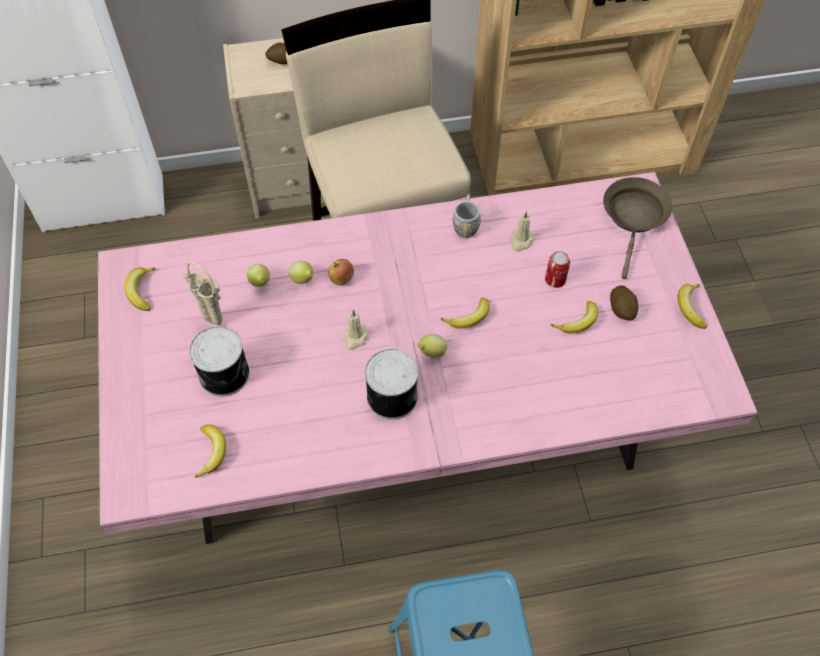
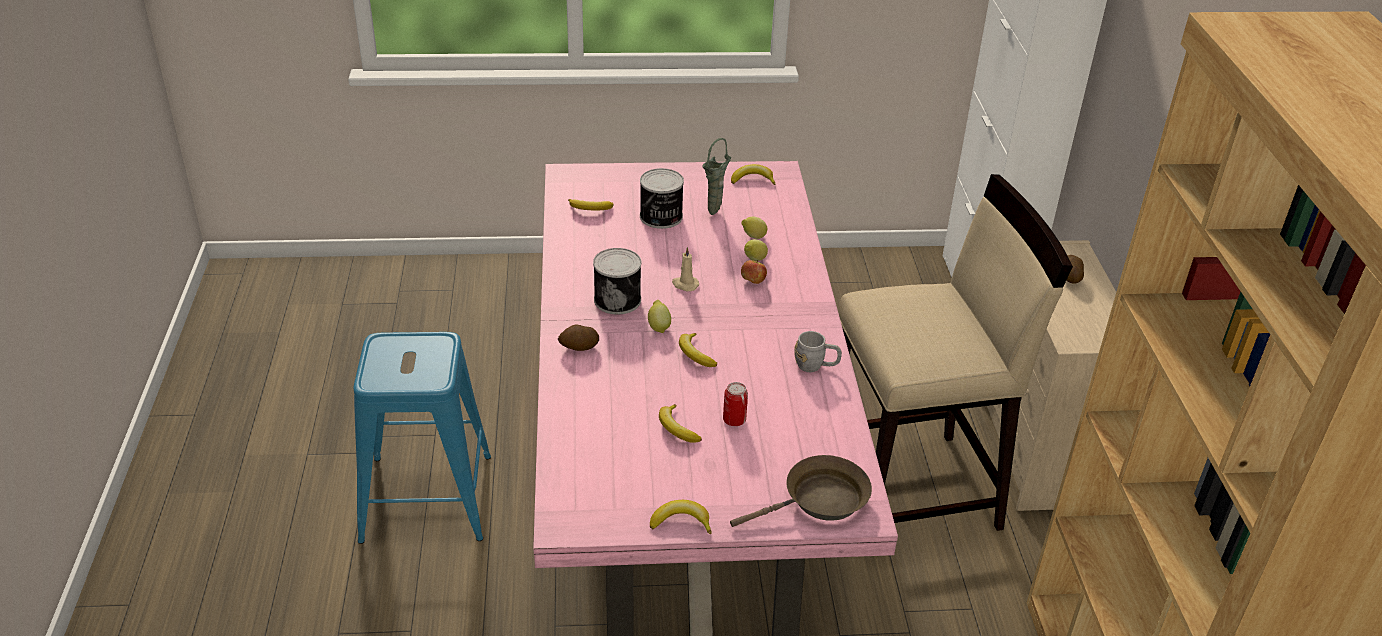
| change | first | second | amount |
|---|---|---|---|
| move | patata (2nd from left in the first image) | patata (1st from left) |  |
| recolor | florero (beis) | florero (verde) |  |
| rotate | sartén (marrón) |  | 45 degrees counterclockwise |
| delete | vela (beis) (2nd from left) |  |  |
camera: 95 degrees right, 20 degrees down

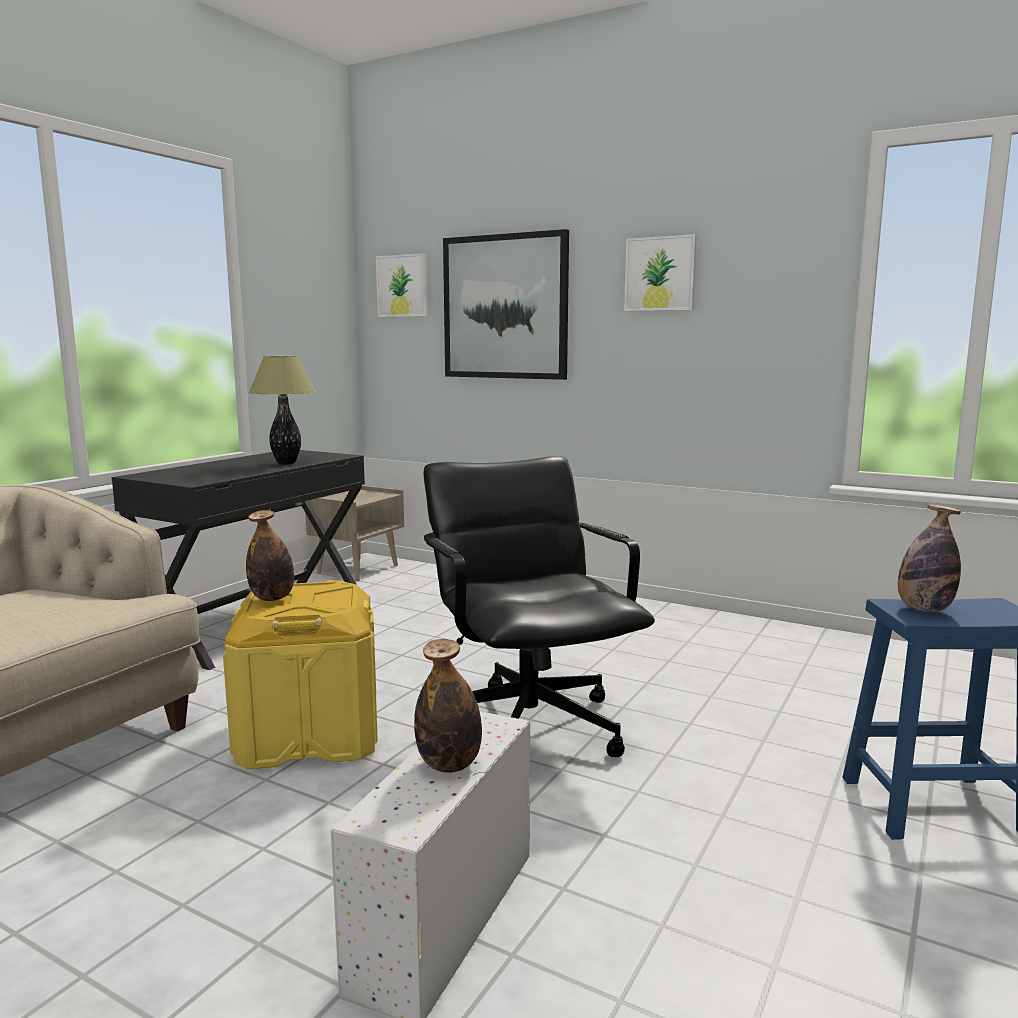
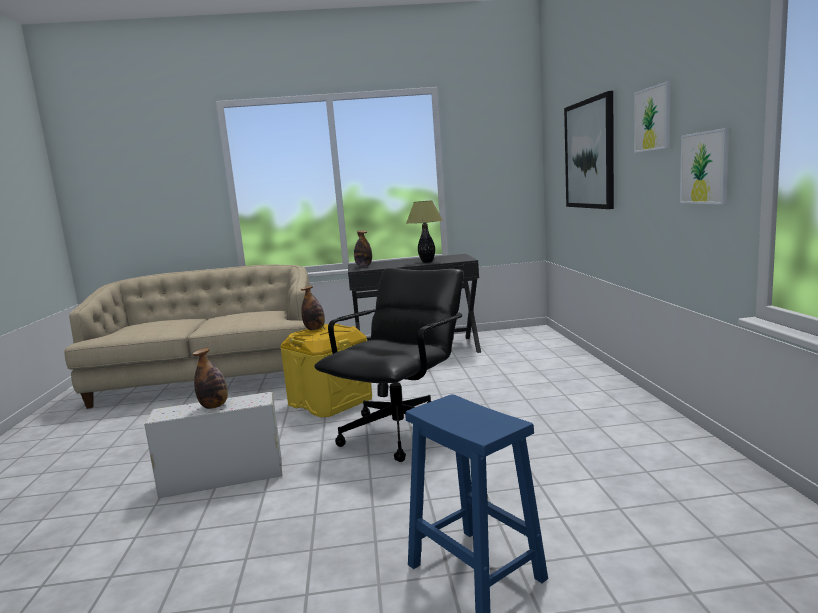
| change | first | second | amount |
|---|---|---|---|
| move | botella (3rd from left) |  |  |
| move | cuadro (1st from left in the first image) | cuadro (3rd from left) |  |
| delete | mesita de noche (beis) |  |  |
camera: 55 degrees right, 0 degrees up

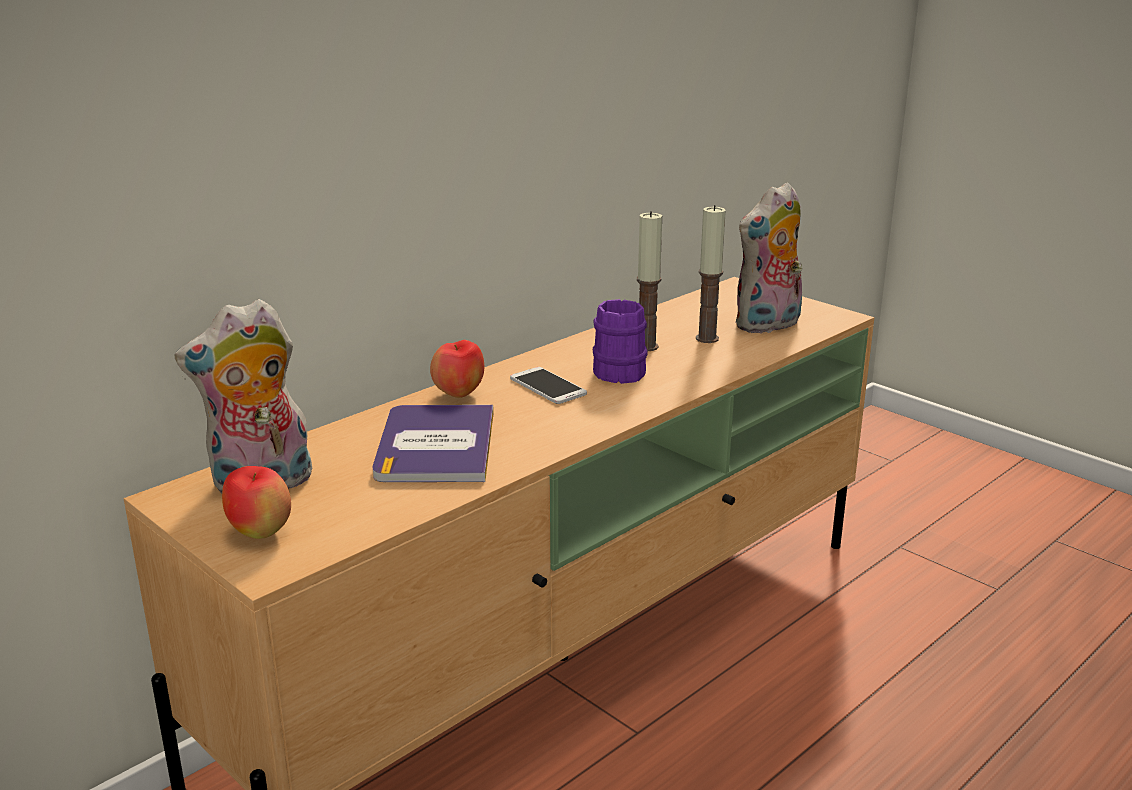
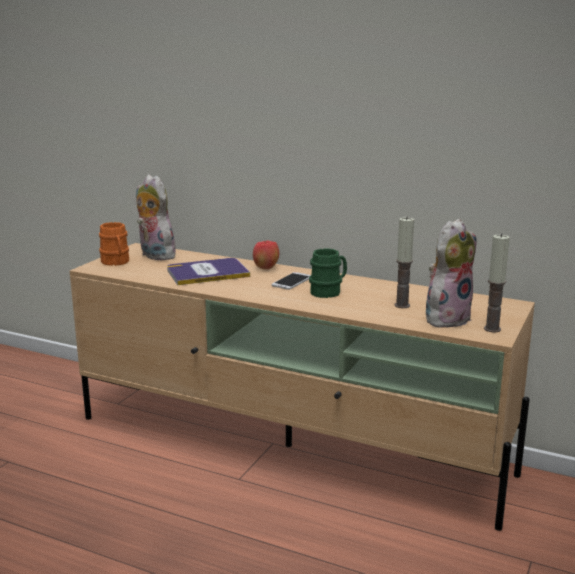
| change | first | second | amount |
|---|---|---|---|
| replace | manzana (1st from left) | taza grande (naranja) |  |
| recolor | taza grande (morado) | taza grande (verde) |  |
| rotate | peluche (2nd from left) |  | 105 degrees clockwise |
| move | vela (1st from left in the first image) | vela (2nd from left) |  |
camera: 70 degrees right, 5 degrees down

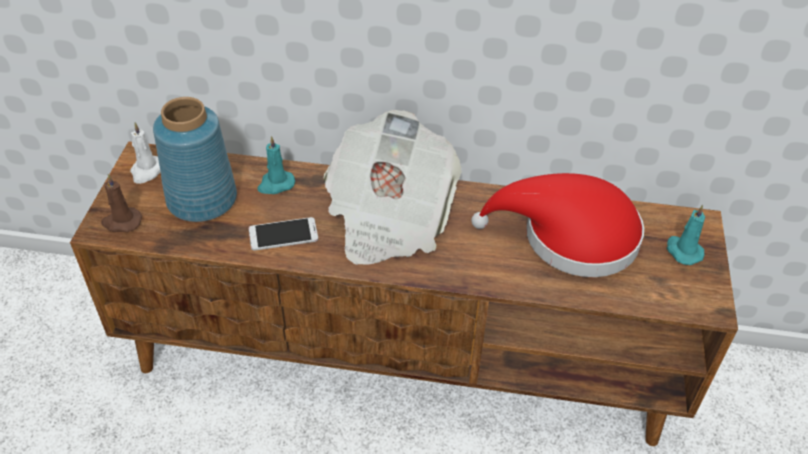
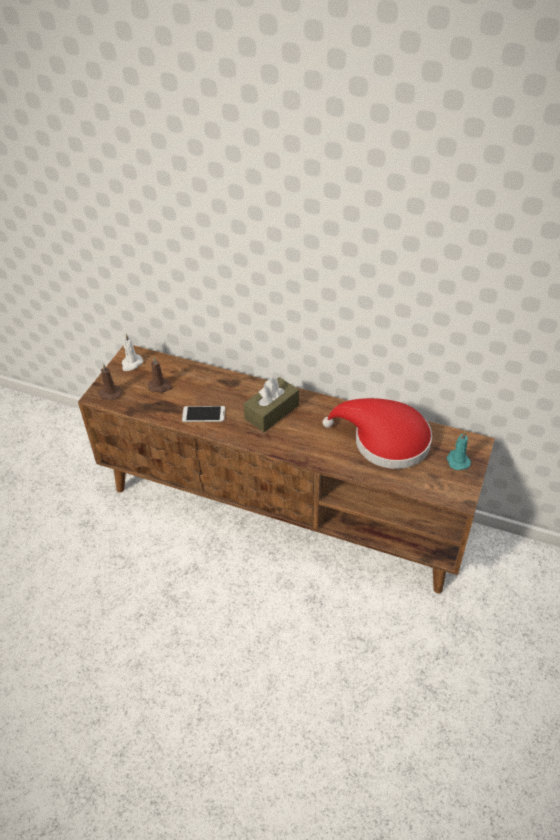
| change | first | second | amount |
|---|---|---|---|
| replace | florero (azul) | vela (marrón) (2nd from left) |  |
| replace | periódico | caja de pañuelos (marrón) |  |
| delete | vela (turquesa) (1st from left) |  |  |
camera: 15 degrees right, 0 degrees up

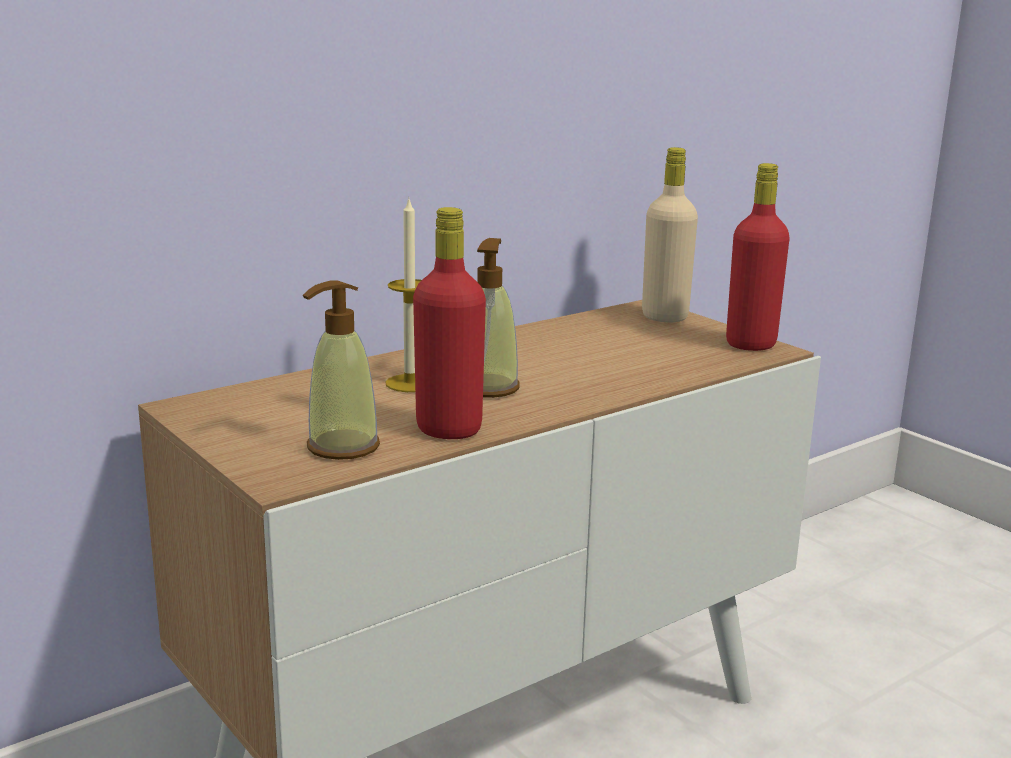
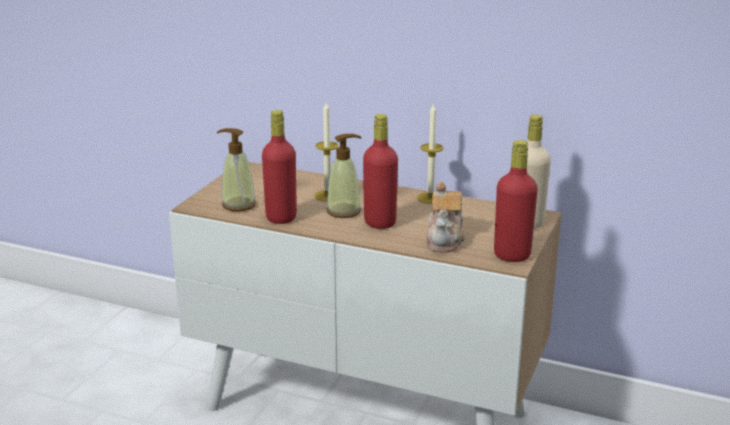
| change | first | second | amount |
|---|---|---|---|
| insert |  | botella (rojo) (2nd from left) |  |
| insert |  | vela (2nd from left) |  |
| insert |  | tetera |  |
camera: 60 degrees right, 5 degrees up

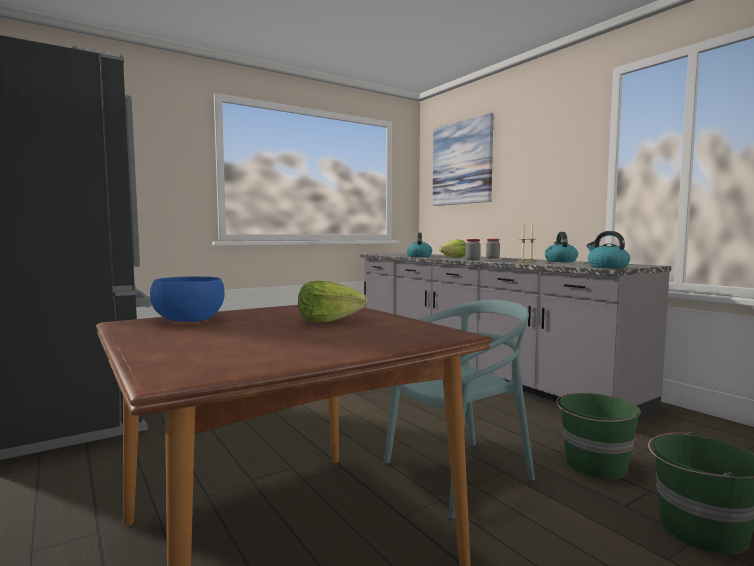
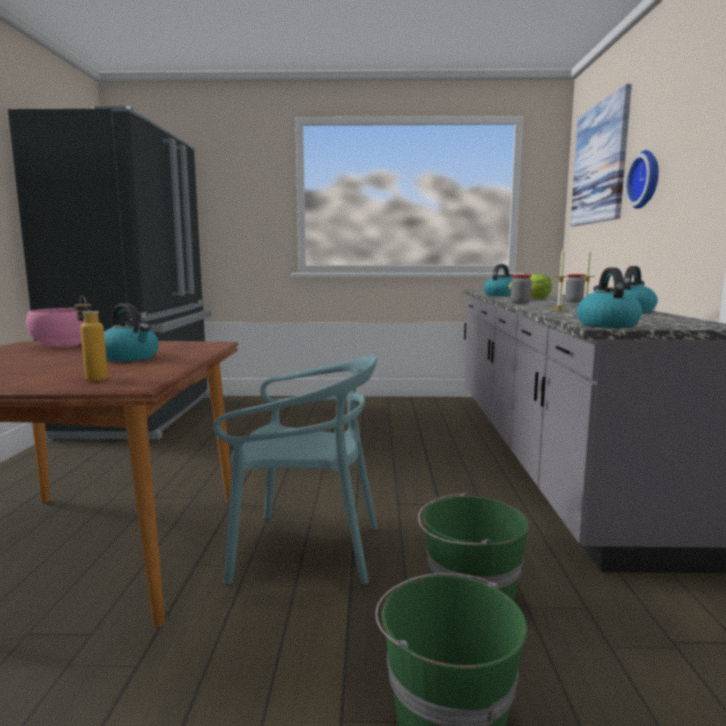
| change | first | second | amount |
|---|---|---|---|
| recolor | cuenco (azul) | cuenco (rosa) |  |
| insert |  | botella |  |
| replace | lechuga (1st from left) | hervidor (1st from left) |  |
| insert |  | reloj de pared |  |
camera: 35 degrees right, 5 degrees up

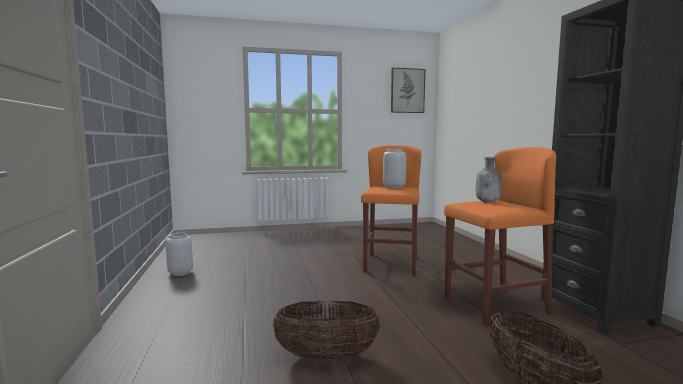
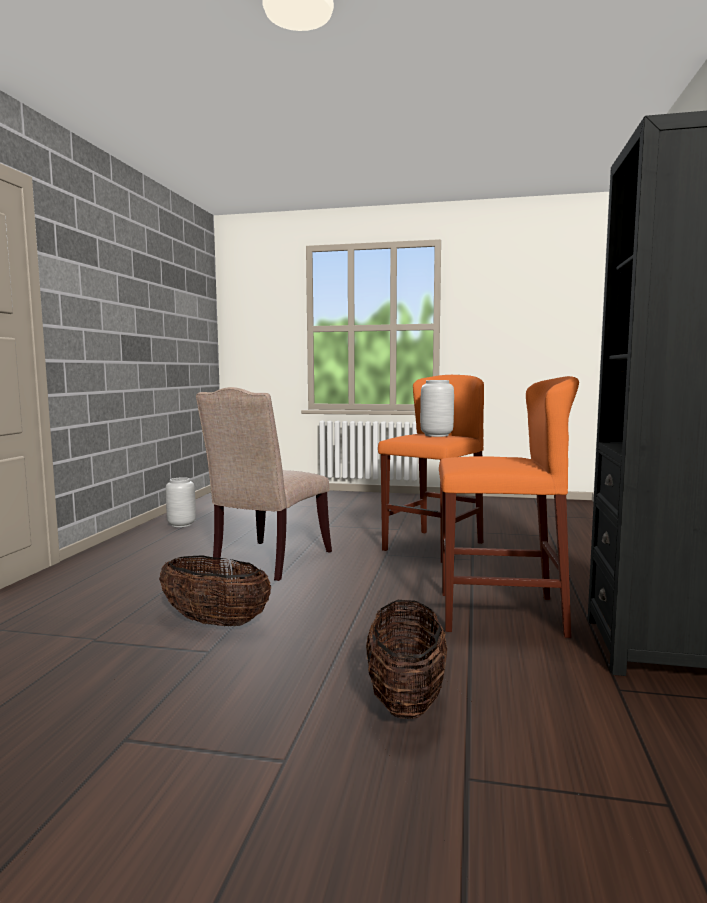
| change | first | second | amount |
|---|---|---|---|
| insert |  | silla (beis) |  |
| delete | cuadro |  |  |
| delete | botella (gris) |  |  |
camera: 25 degrees right, 0 degrees up

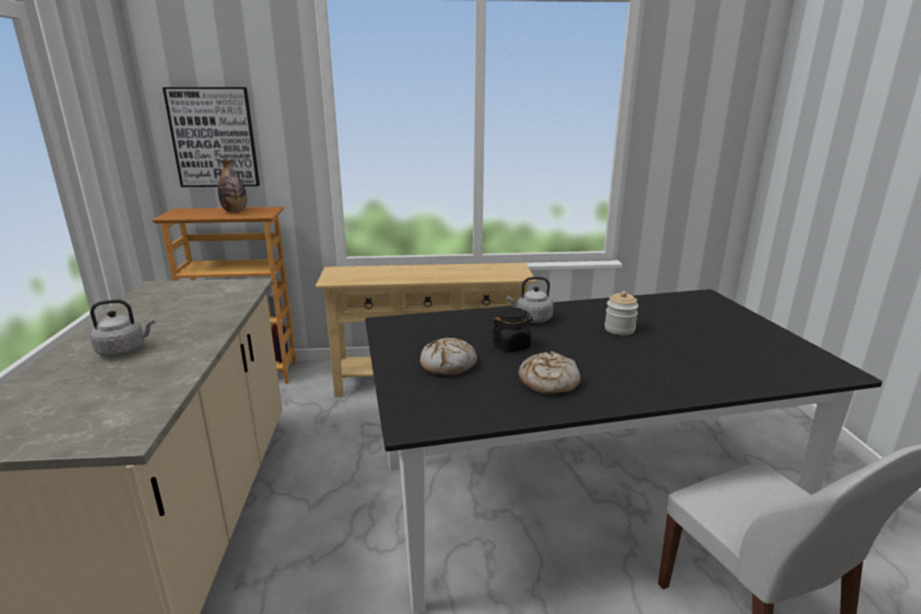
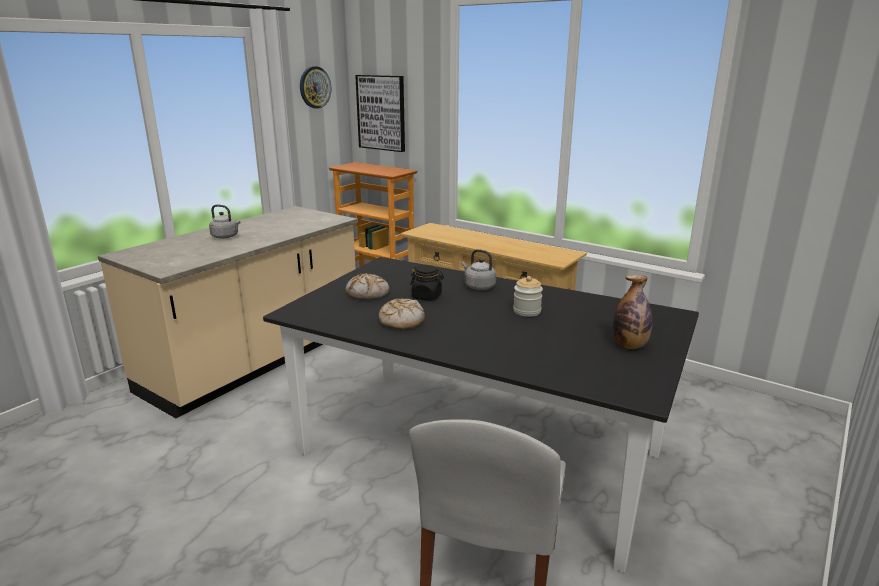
| change | first | second | amount |
|---|---|---|---|
| insert |  | reloj de pared |  |
| move | botella |  |  |
camera: 40 degrees right, 0 degrees up

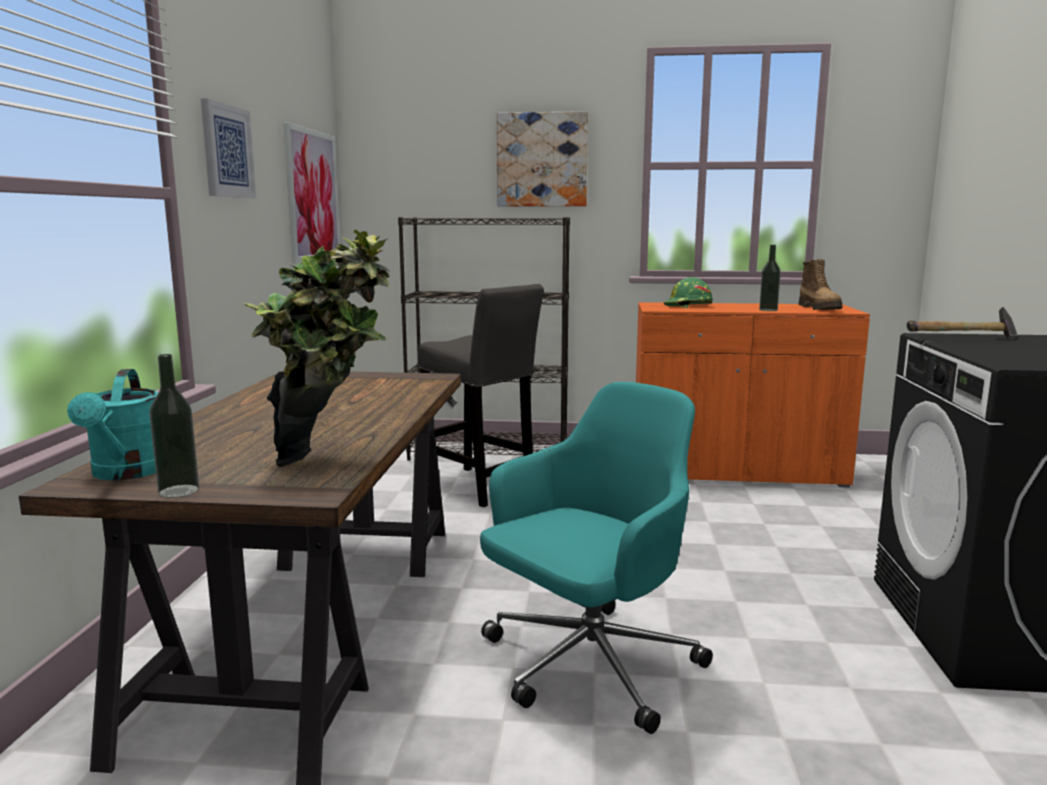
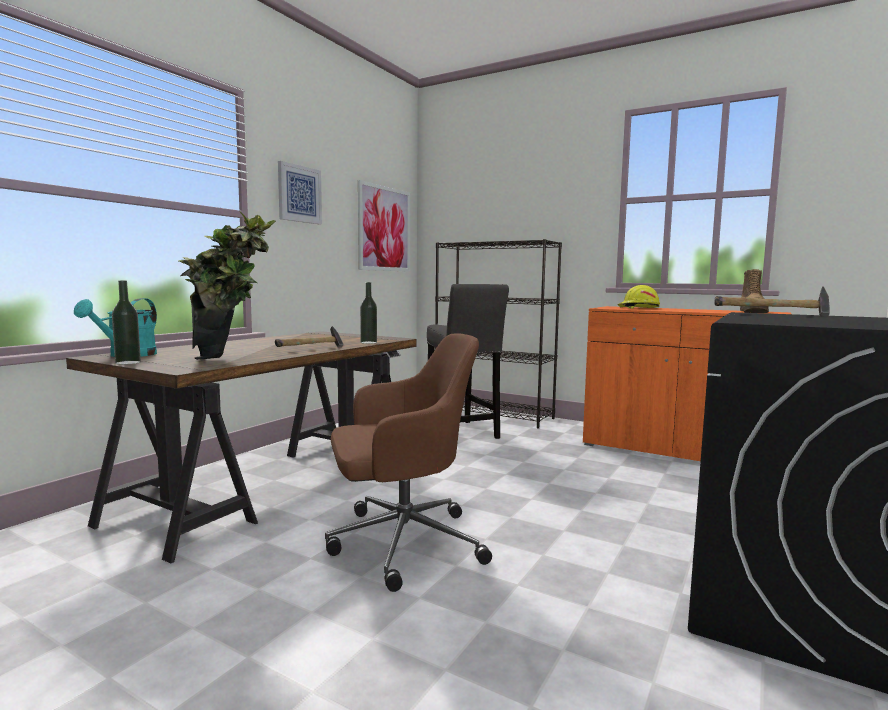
| change | first | second | amount |
|---|---|---|---|
| insert |  | martillo (1st from left) |  |
| recolor | silla de oficina (turquesa) | silla de oficina (marrón) |  |
| move | botella (2nd from left) |  |  |
| recolor | casco (verde) | casco (amarillo) |  |
| delete | cuadro (3rd from left) |  |  |
camera: 25 degrees right, 5 degrees down

